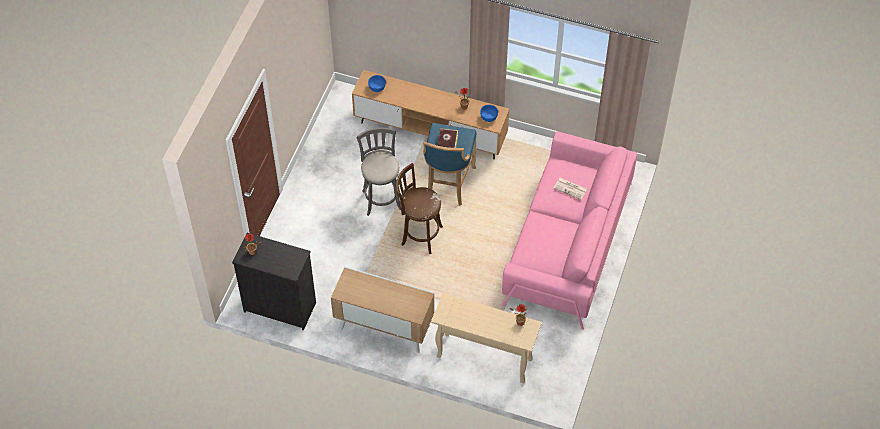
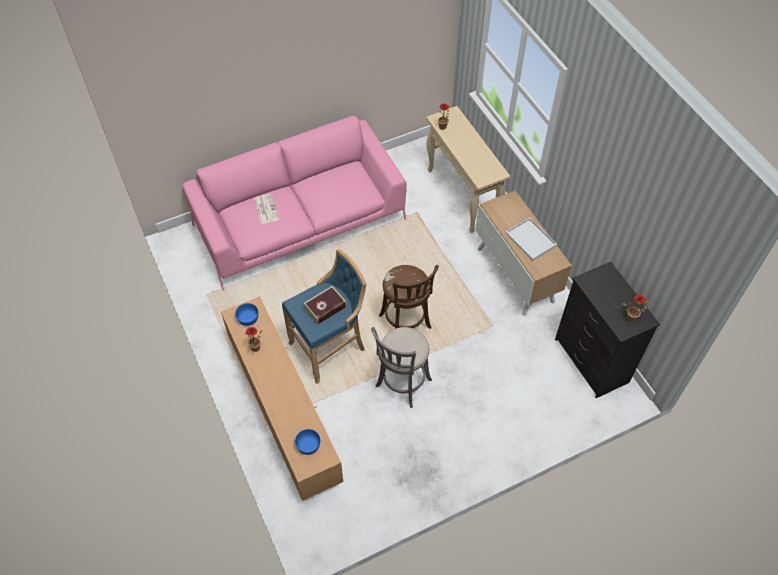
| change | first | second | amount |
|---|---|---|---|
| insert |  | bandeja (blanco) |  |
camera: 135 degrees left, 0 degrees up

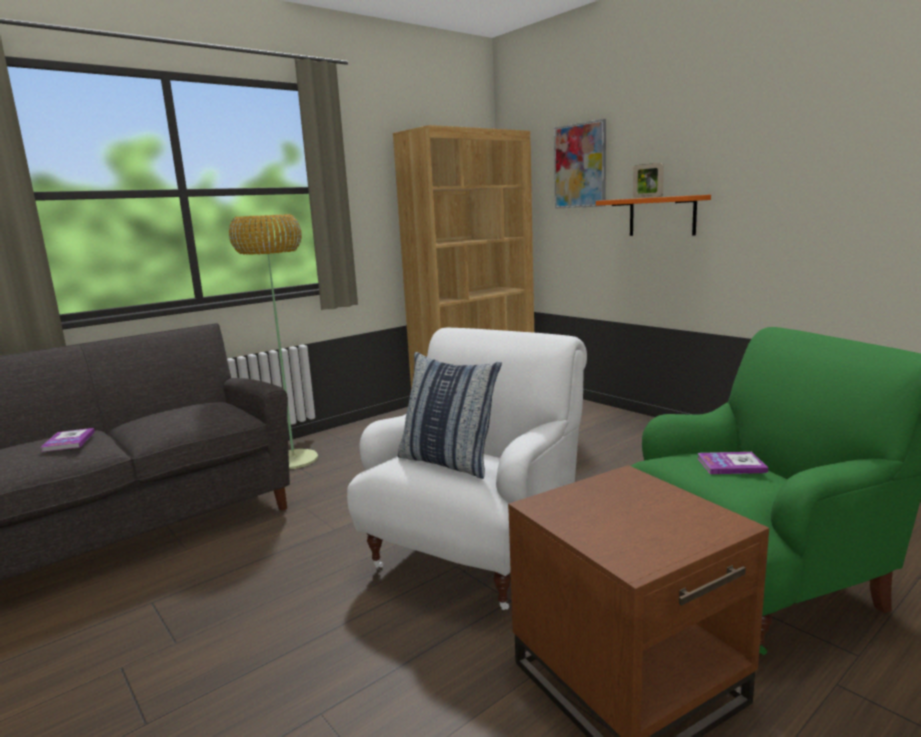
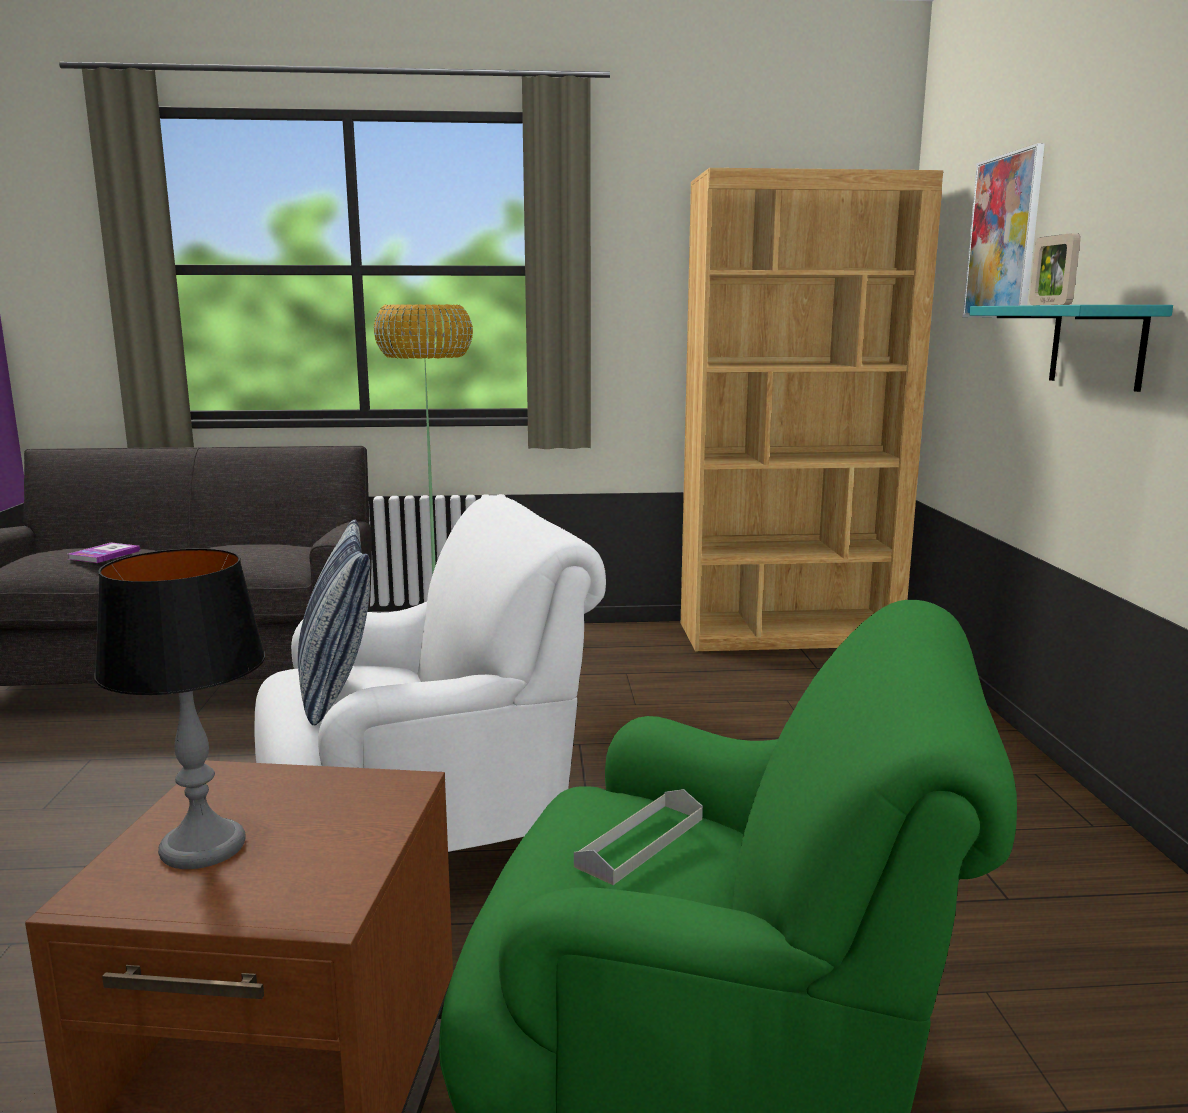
| change | first | second | amount |
|---|---|---|---|
| insert |  | lámpara de mesa |  |
| replace | libro (2nd from left) | bandeja (gris) |  |
| recolor | estante (naranja) | estante (turquesa) |  |
camera: 35 degrees right, 0 degrees up

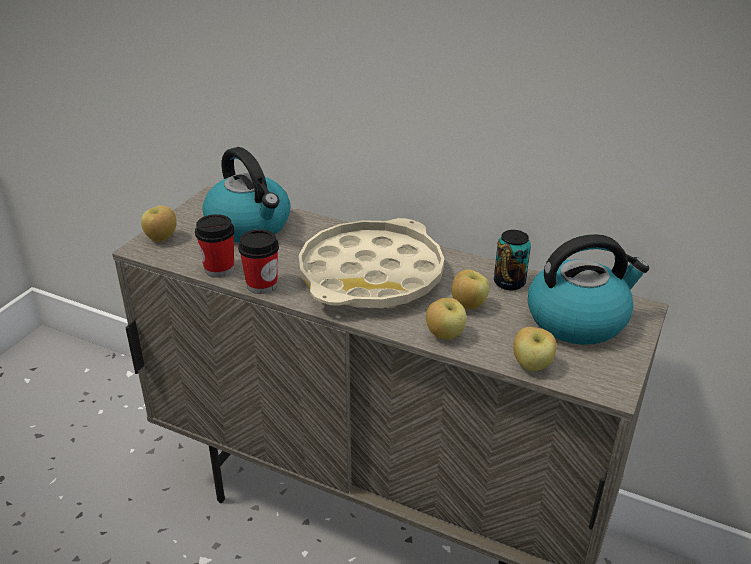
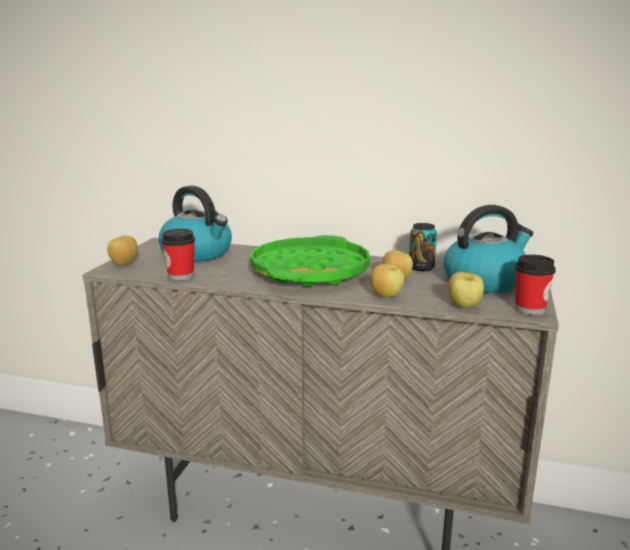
| change | first | second | amount |
|---|---|---|---|
| recolor | bandeja (beis) | bandeja (verde) |  |
| move | taza (2nd from left) |  |  |
camera: 10 degrees left, 15 degrees down

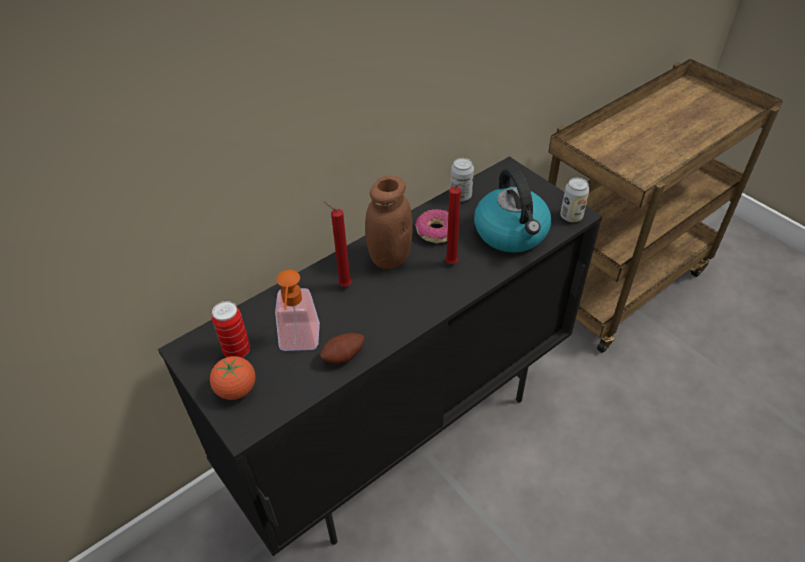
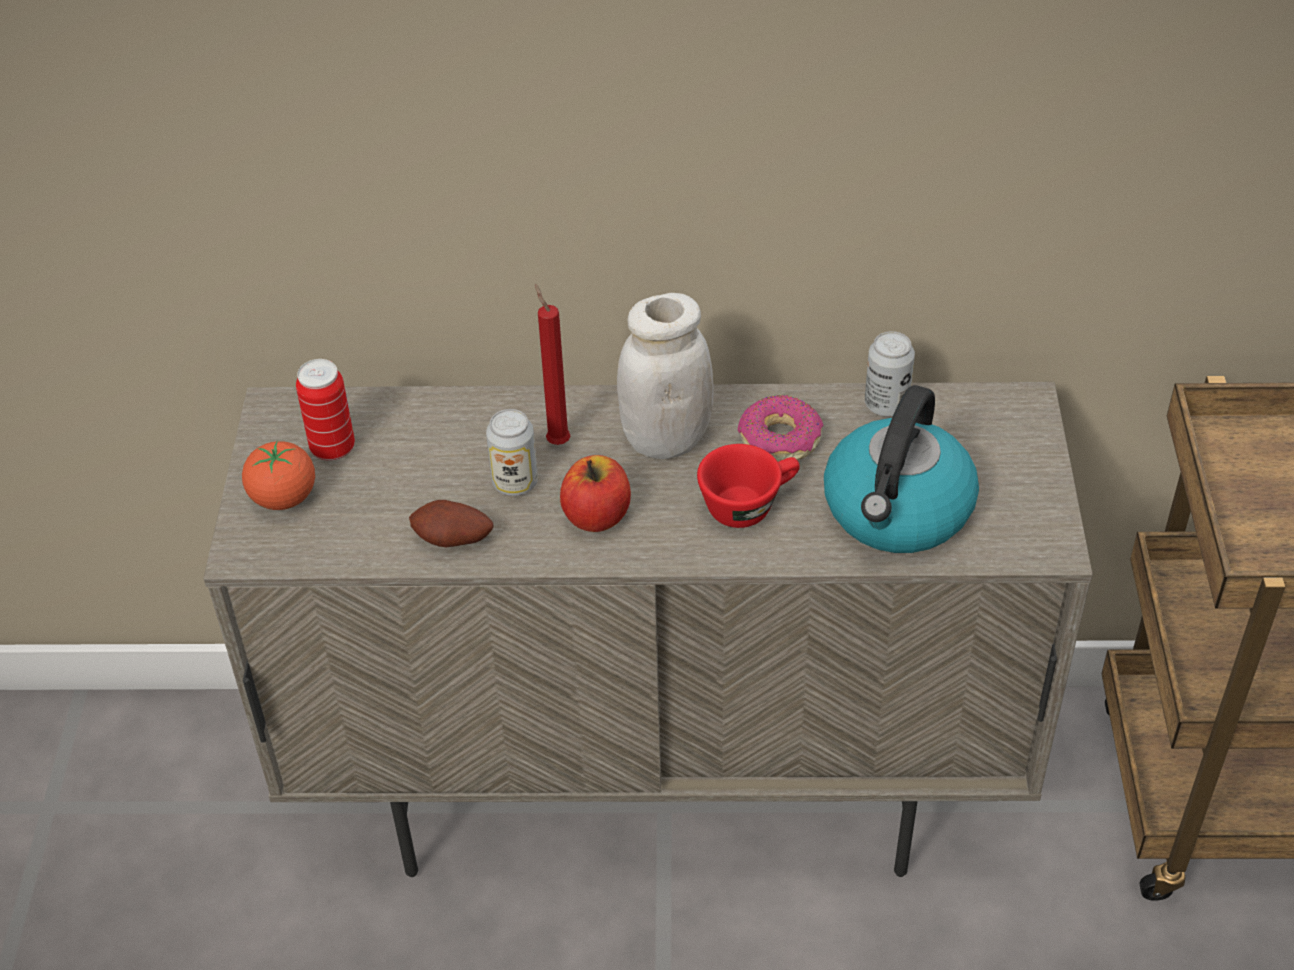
| change | first | second | amount |
|---|---|---|---|
| recolor | armario (negro) | armario (beis) |  |
| move | lata (3rd from left in the first image) | lata (2nd from left) |  |
| insert |  | manzana |  |
| recolor | tarro (marrón) | tarro (blanco) |  |
| replace | vela (rojo) (2nd from left) | taza (rojo) |  |
| delete | dispensador de jabón |  |  |
camera: 40 degrees right, 0 degrees up

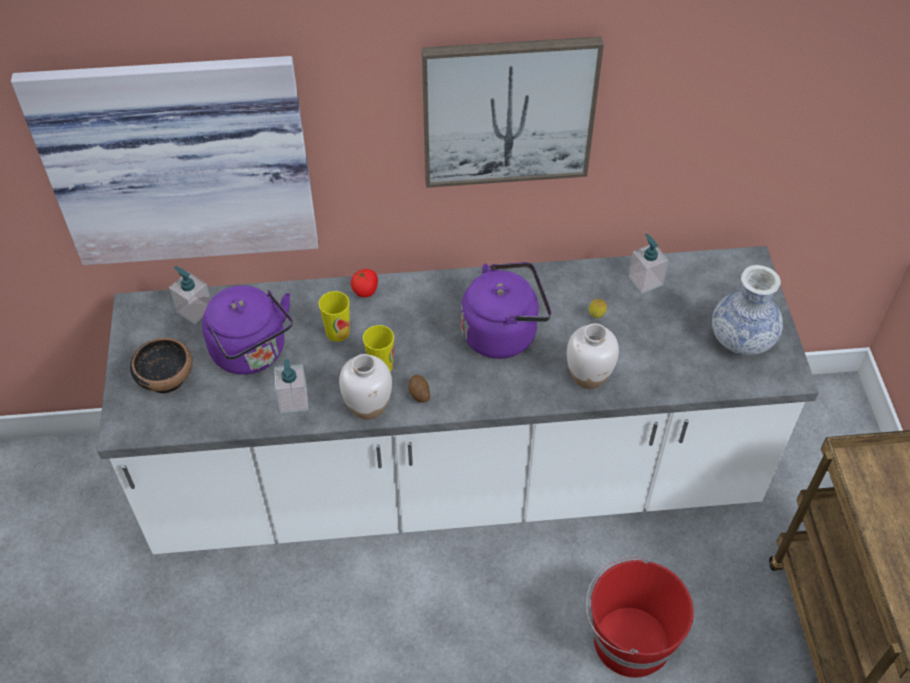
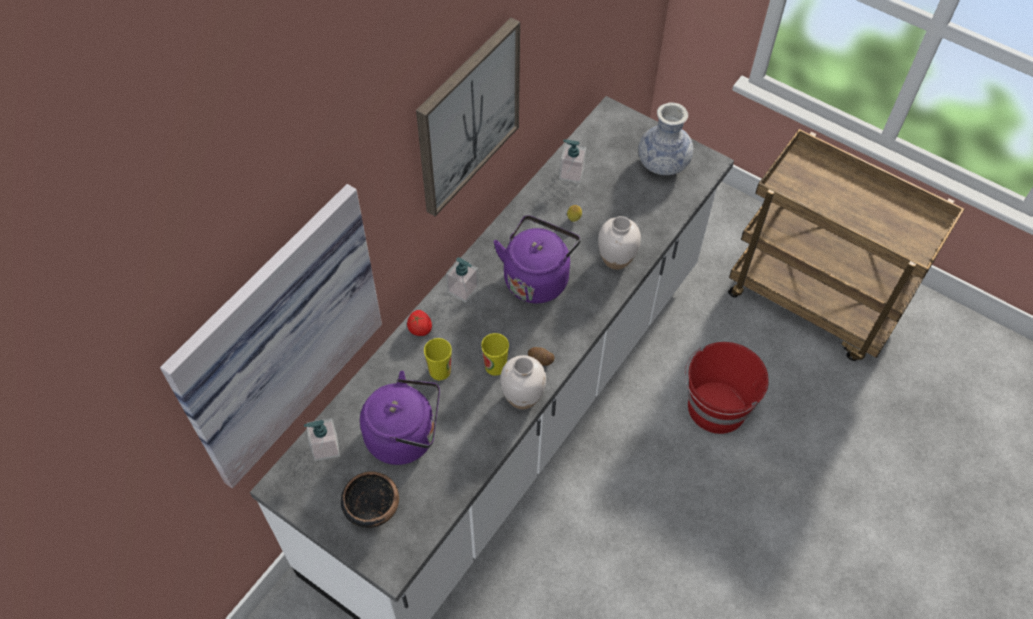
| change | first | second | amount |
|---|---|---|---|
| move | dispensador de jabón (2nd from left) |  |  |
camera: 50 degrees left, 5 degrees up

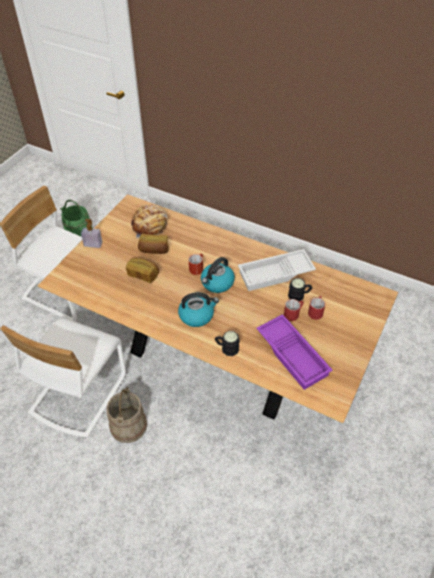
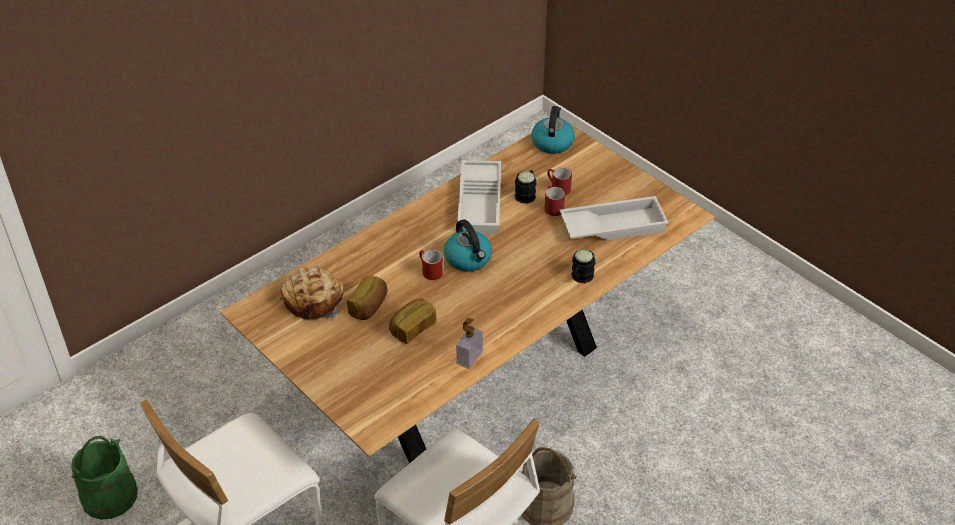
| change | first | second | amount |
|---|---|---|---|
| move | dispensador de jabón |  |  |
| move | hervidor (1st from left in the first image) | hervidor (2nd from left) |  |
| recolor | bandeja (morado) | bandeja (blanco) (2nd from left) |  |
camera: 70 degrees left, 5 degrees down

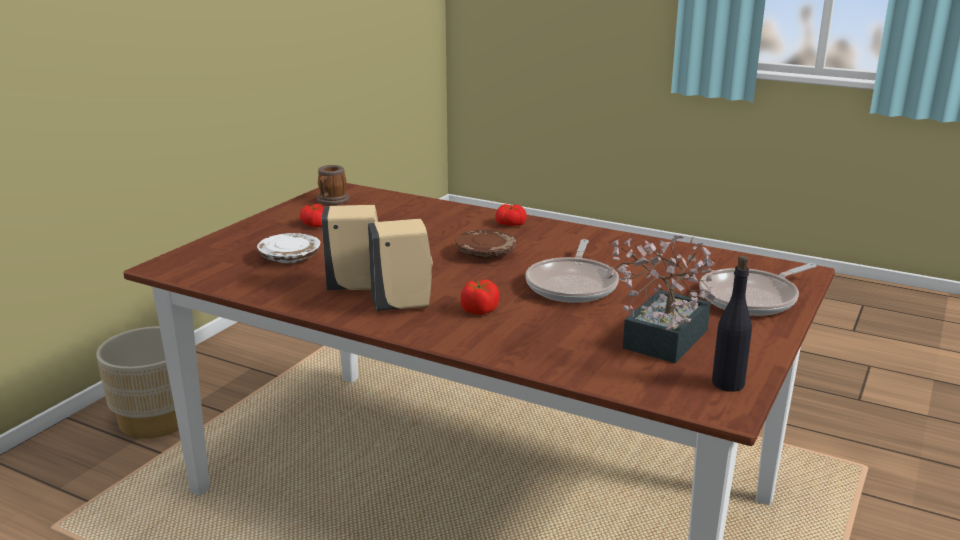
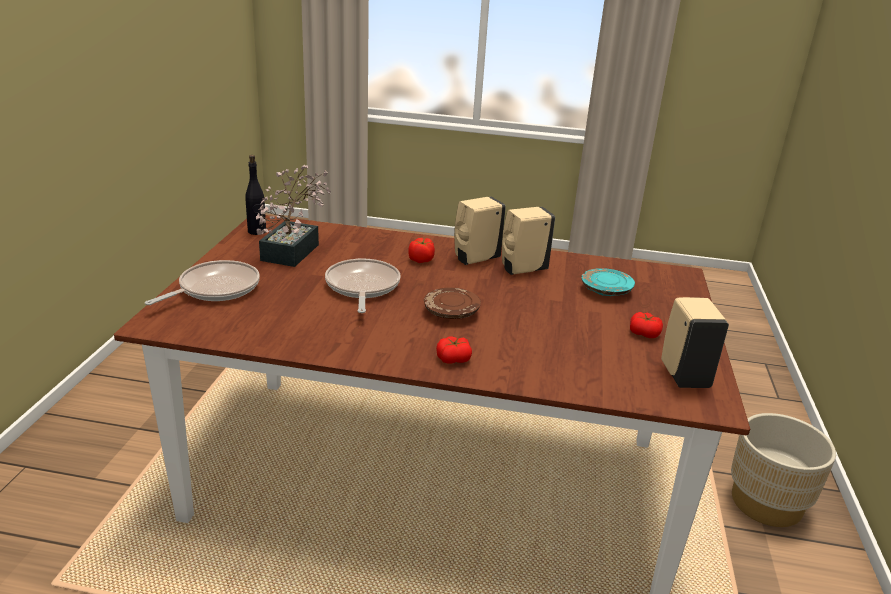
| change | first | second | amount |
|---|---|---|---|
| recolor | plato (blanco) | plato (turquesa) |  |
| replace | taza grande | dispensador de jabón (beis) (3rd from left) |  |
camera: 160 degrees right, 5 degrees up

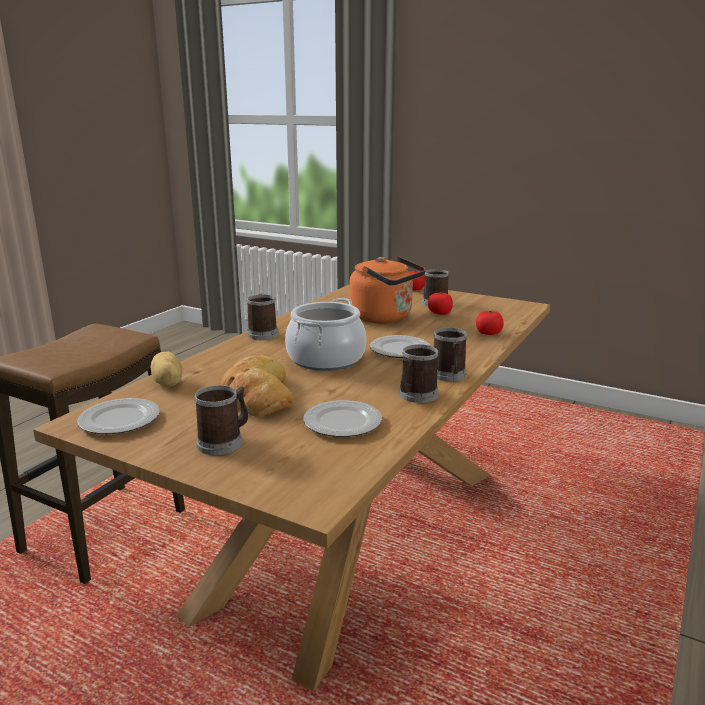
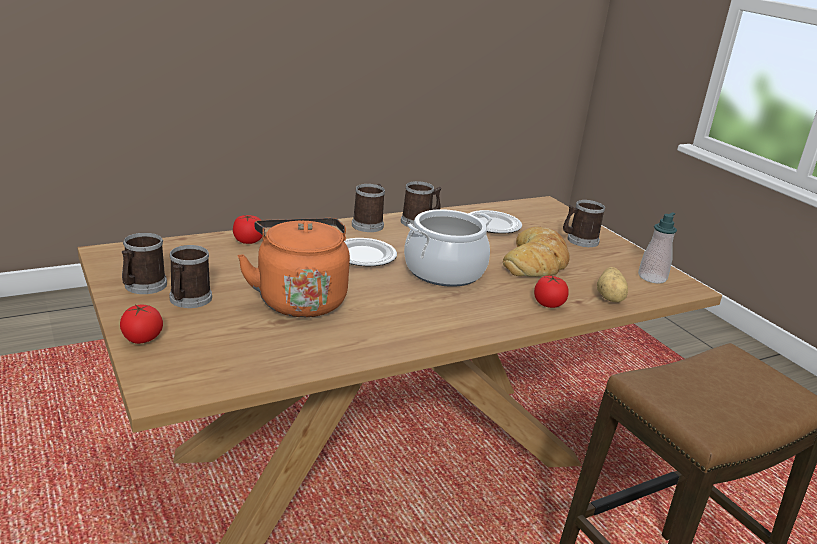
| change | first | second | amount |
|---|---|---|---|
| move | taza grande (2nd from left in the first image) | taza grande (1st from left) |  |
| move | tomate (2nd from left in the first image) | tomate (3rd from left) |  |
| replace | plato (1st from left) | dispensador de jabón |  |
camera: 150 degrees left, 5 degrees up

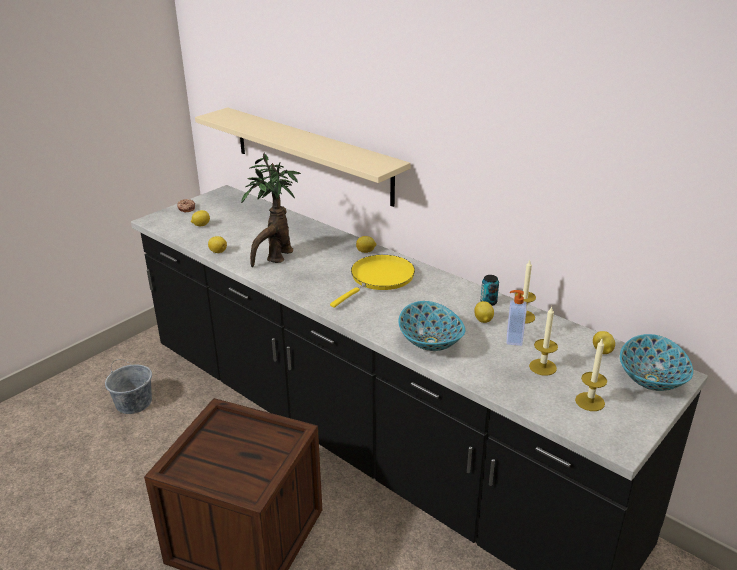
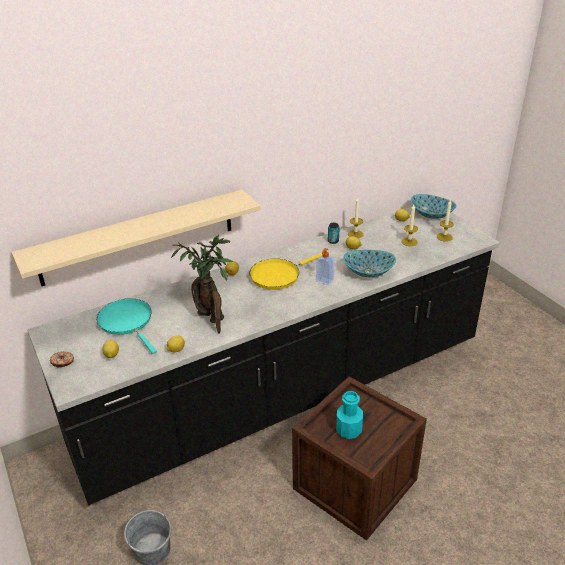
| change | first | second | amount |
|---|---|---|---|
| insert |  | sartén (turquesa) |  |
| rotate | sartén (amarillo) |  | 90 degrees counterclockwise |
| move | dispensador de jabón |  |  |
| insert |  | botella (turquesa) |  |
camera: 70 degrees left, 5 degrees up

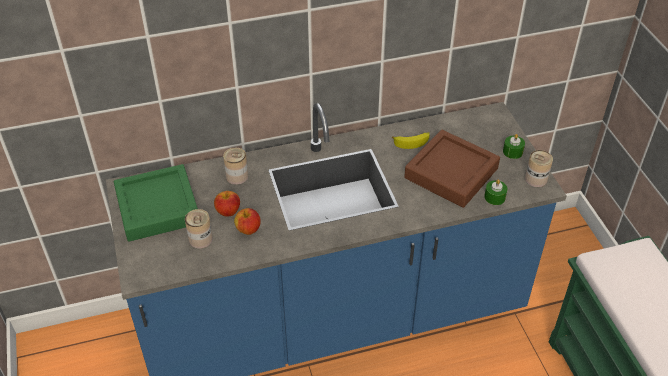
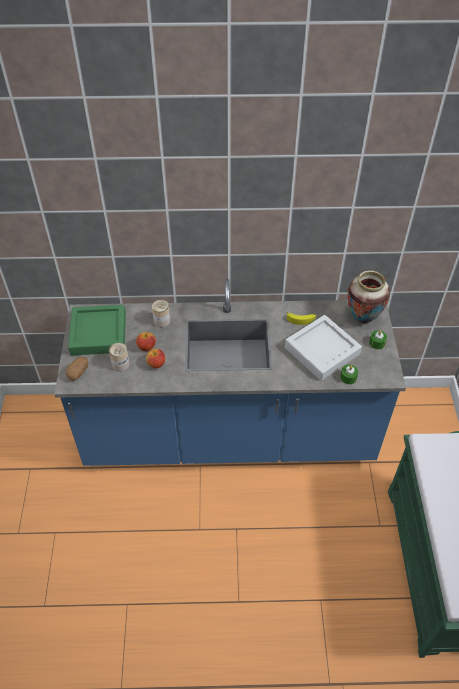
| change | first | second | amount |
|---|---|---|---|
| insert |  | patata |  |
| recolor | bandeja (marrón) | bandeja (gris) |  |
| insert |  | florero |  |
| delete | lata (3rd from left) |  |  |
camera: 15 degrees right, 5 degrees up

